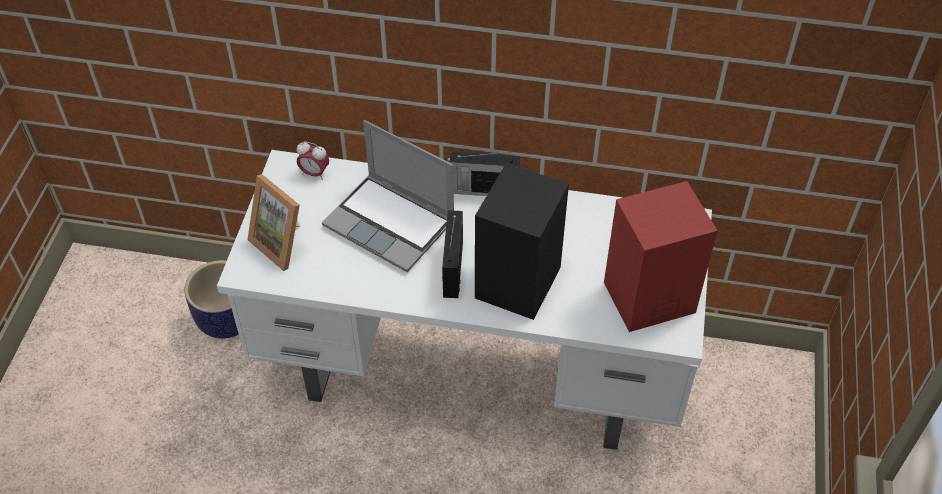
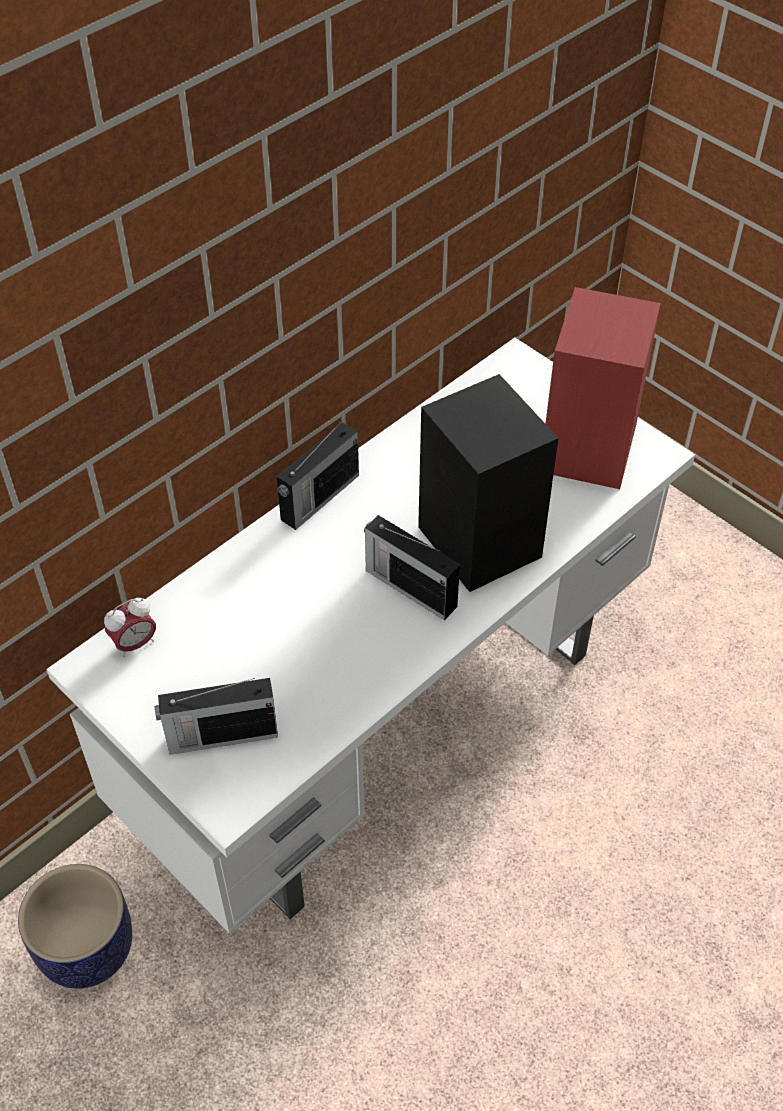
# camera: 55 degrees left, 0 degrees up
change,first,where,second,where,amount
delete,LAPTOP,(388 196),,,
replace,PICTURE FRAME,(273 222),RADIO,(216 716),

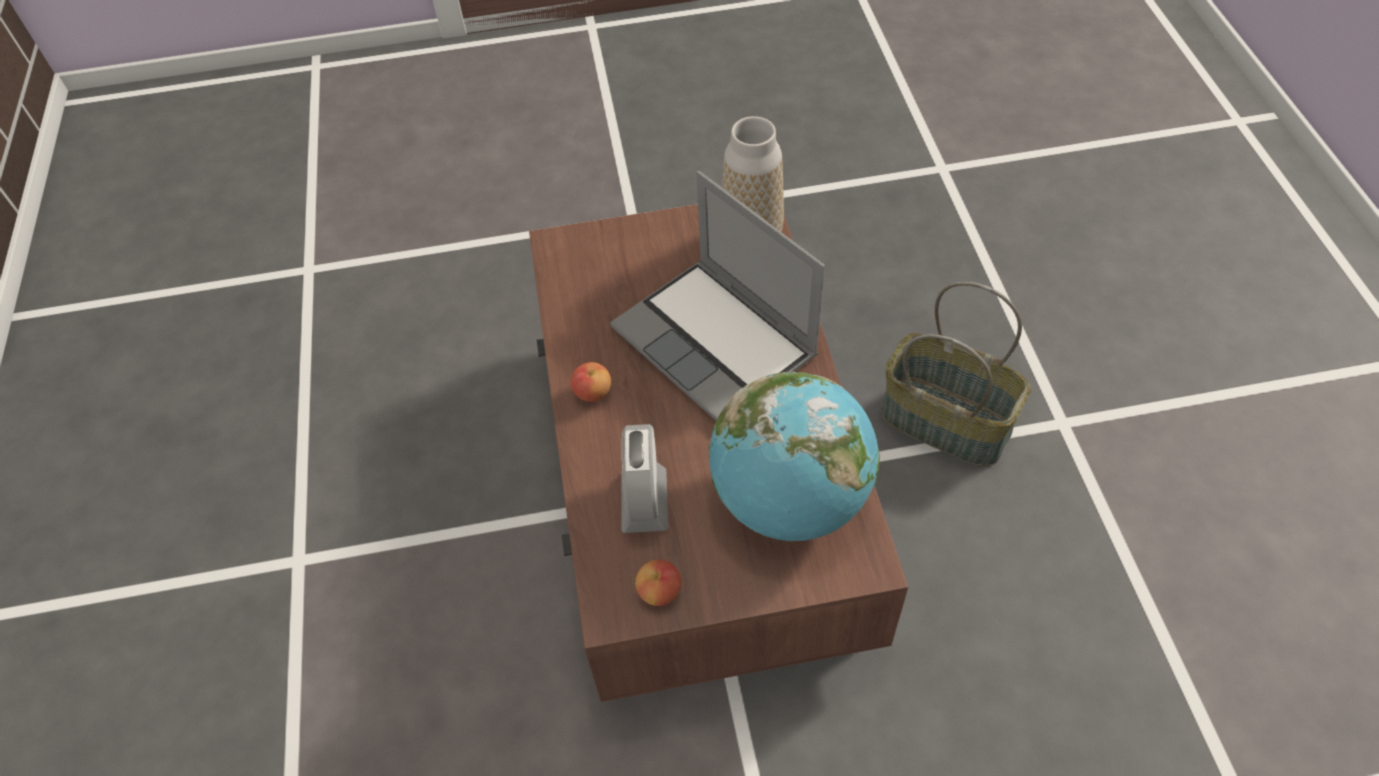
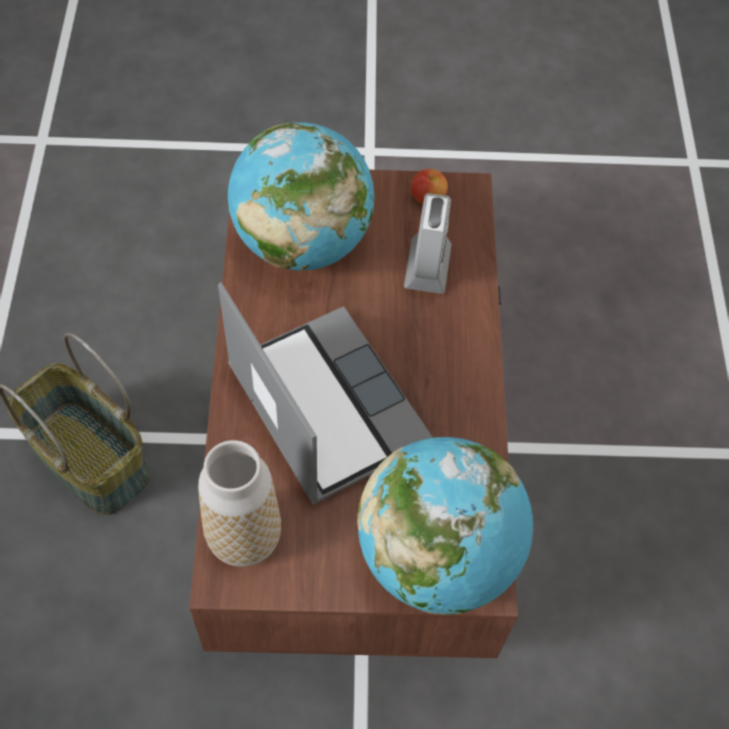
# camera: 175 degrees left, 5 degrees up
change,first,where,second,where,amount
delete,APPLE,(590 382),,,
insert,,,GLOBE,(445 526),

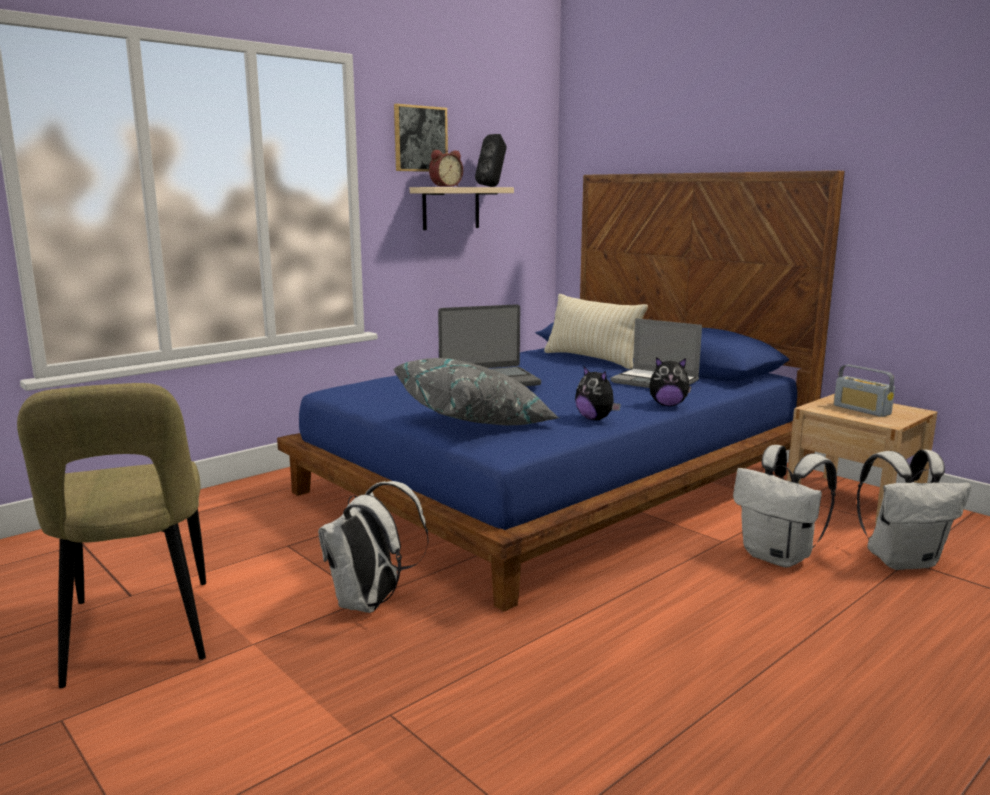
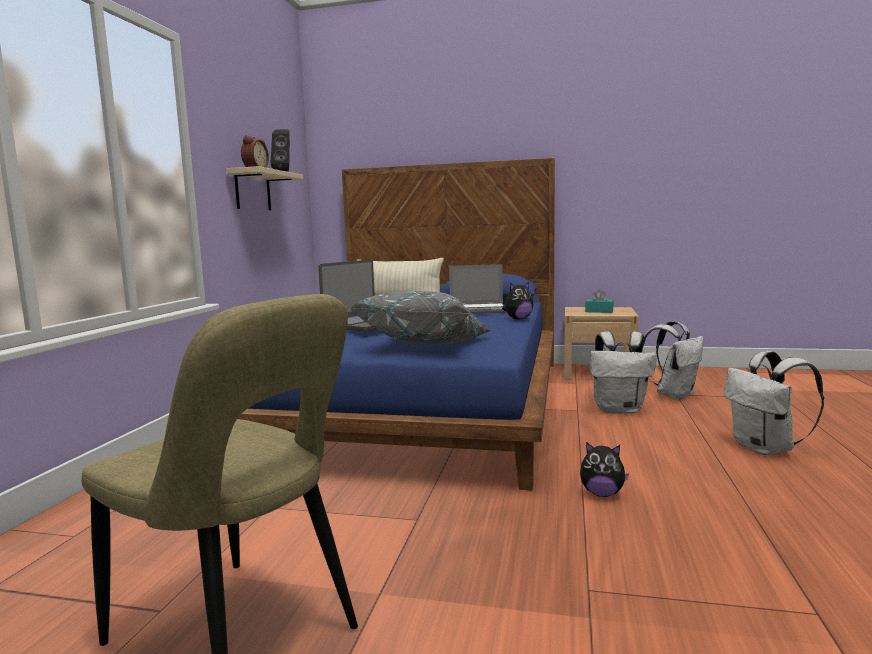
# camera: 35 degrees left, 5 degrees down
change,first,where,second,where,amount
delete,PICTURE,(421 138),,,
move,WHITE BACKPACK,(373 547),,(774 403),
move,PLUSH TOY,(598 393),,(604 469),
replace,RADIO,(864 391),TURQUOISE TISSUE BOX,(599 301),

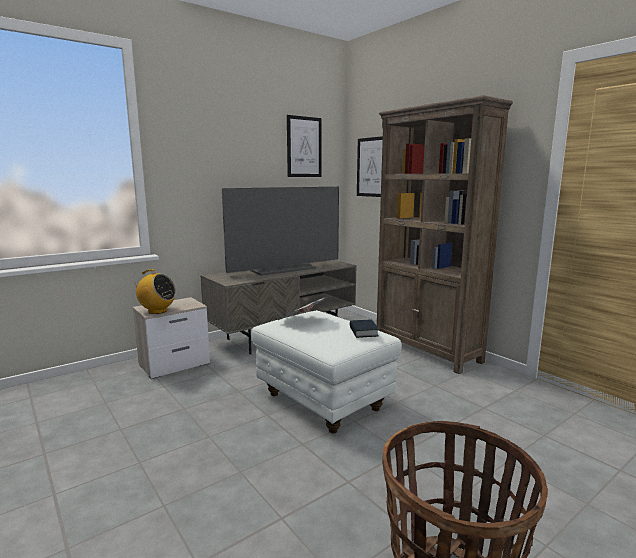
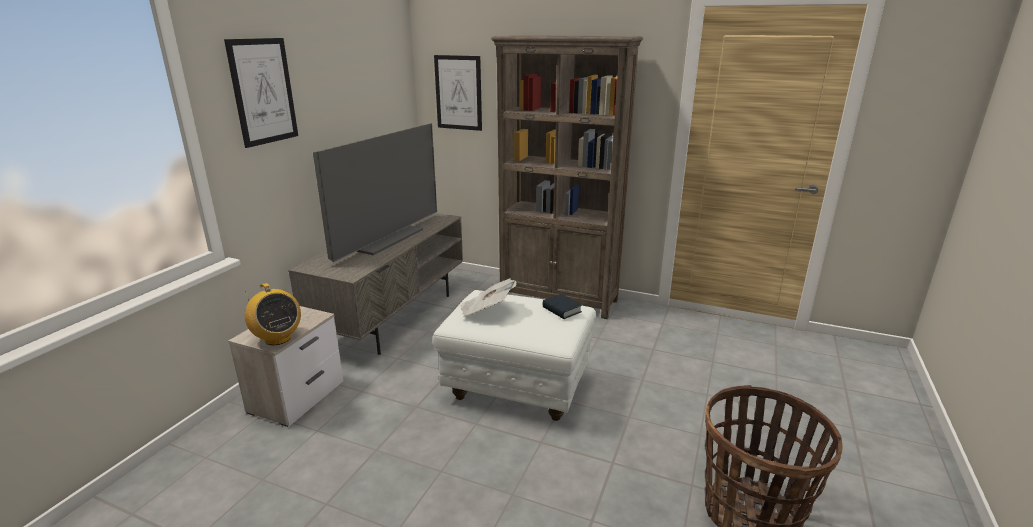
# camera: 30 degrees left, 10 degrees up
change,first,where,second,where,amount
move,PICTURE,(304 146),,(261 93),
rotate,RADIO,(153 291),,(273 314),60 degrees clockwise

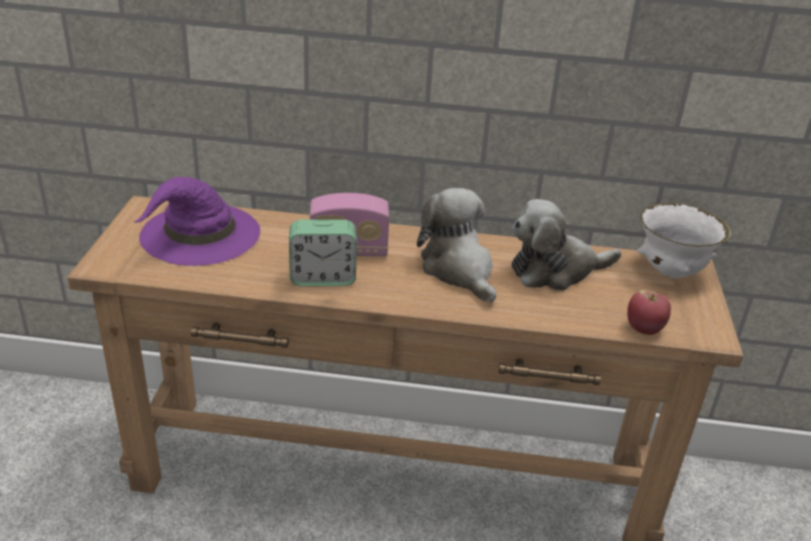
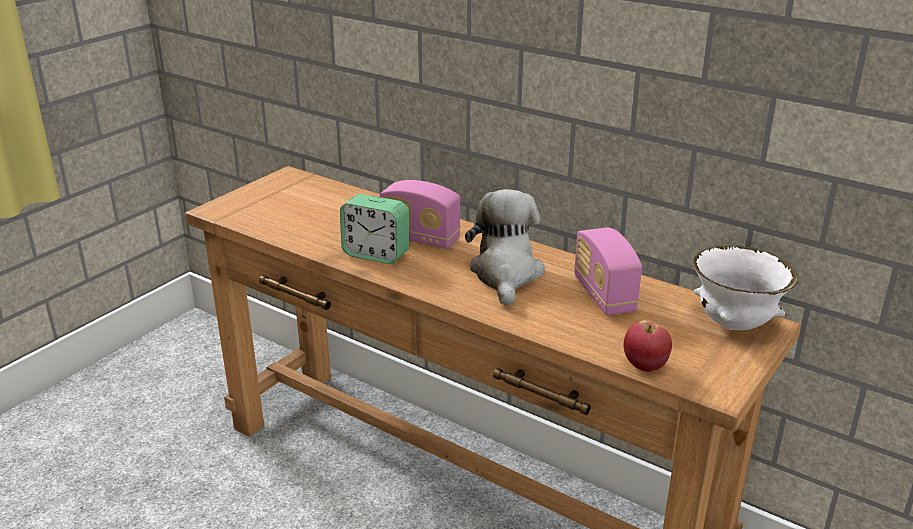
# camera: 30 degrees right, 5 degrees down
change,first,where,second,where,amount
delete,PURPLE HAT,(197 221),,,
replace,PLUSH TOY,(566 245),RADIO,(608 271),

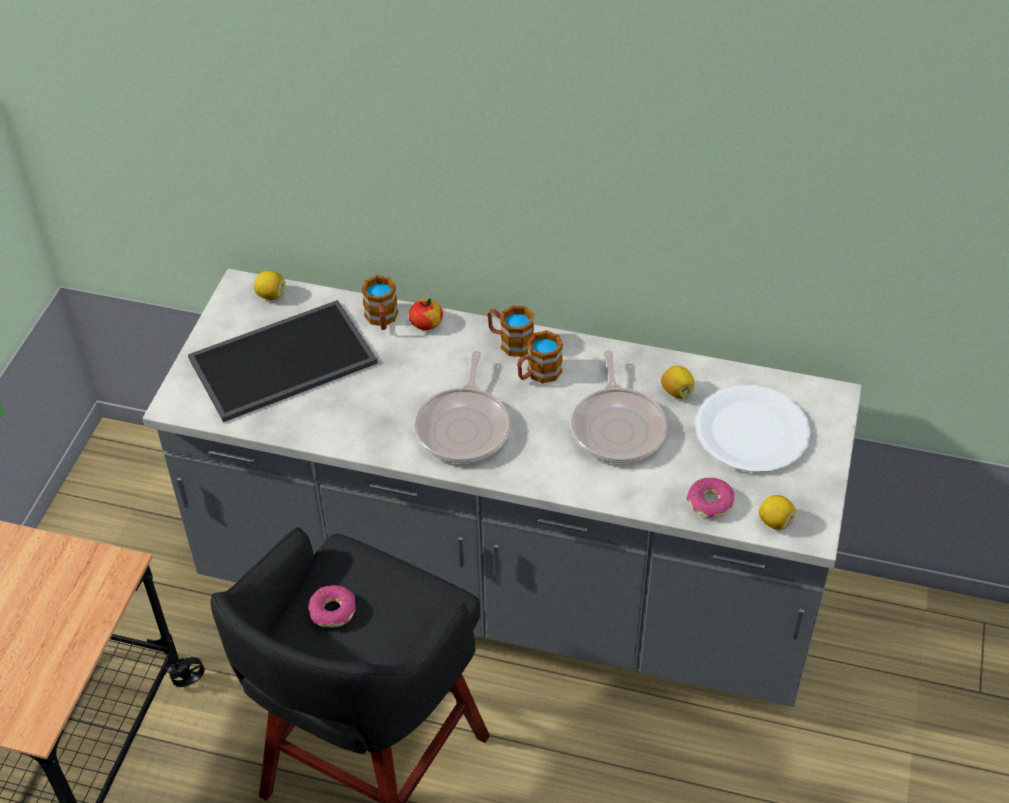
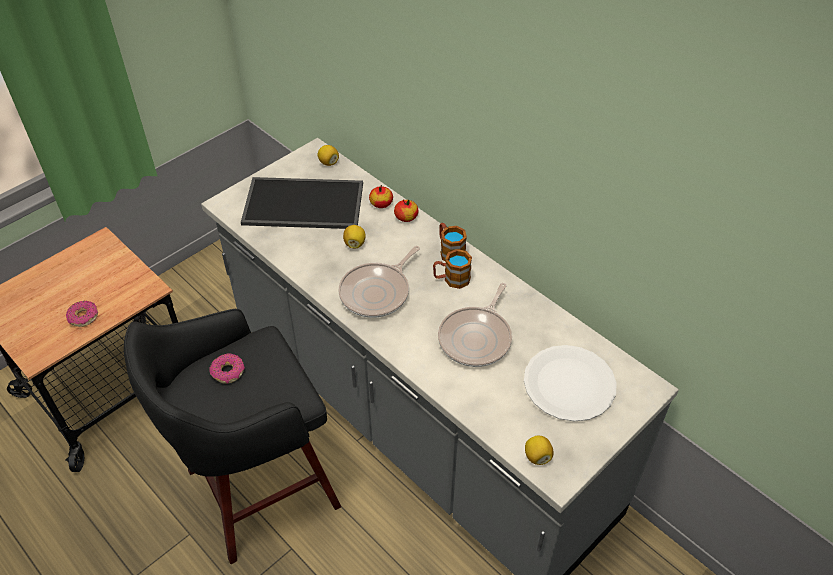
# camera: 30 degrees right, 0 degrees up
change,first,where,second,where,amount
move,LEMON,(678 382),,(354 236),
move,DONUT,(710 498),,(82 314),
replace,MUG,(380 302),APPLE,(381 196),

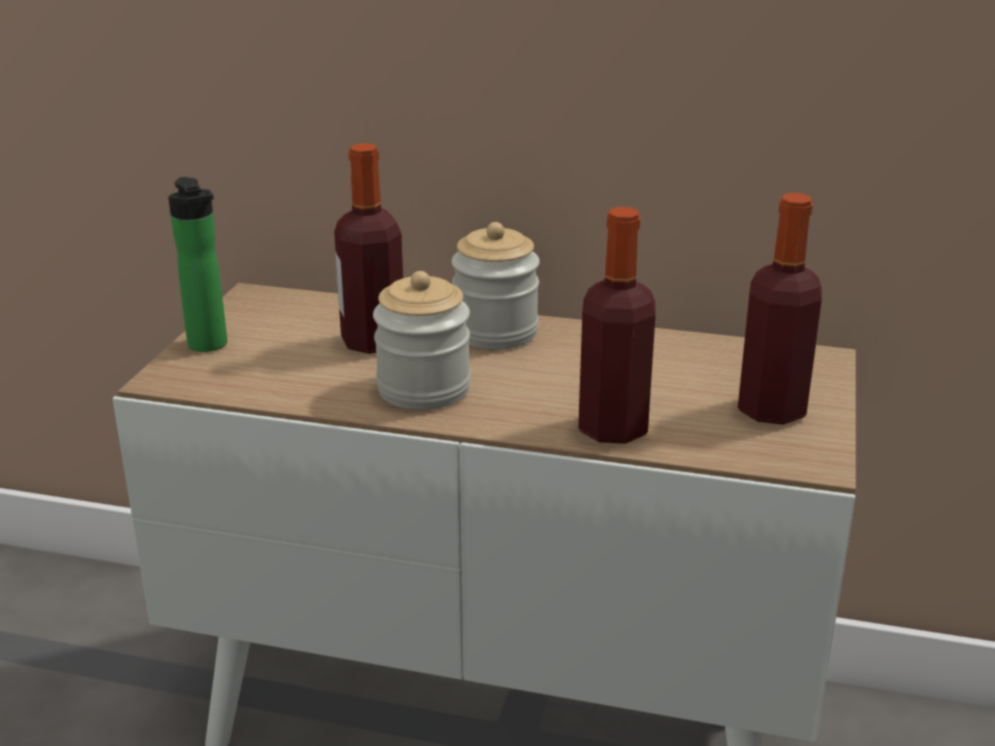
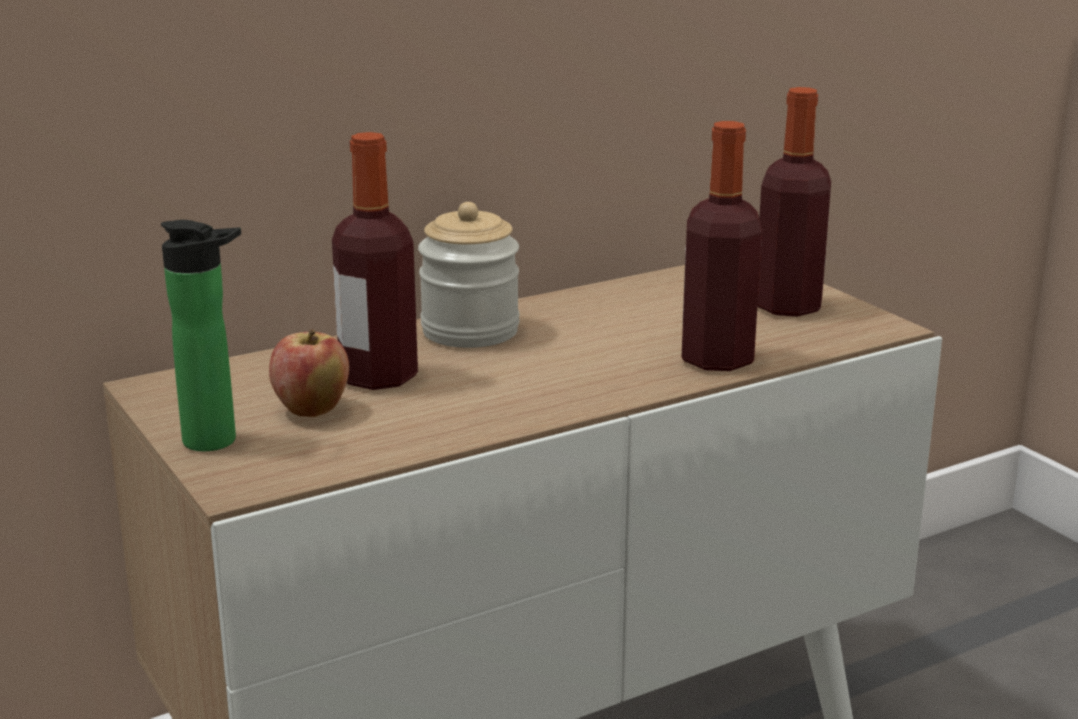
# camera: 45 degrees left, 5 degrees down
change,first,where,second,where,amount
delete,JAR,(421 340),,,
insert,,,APPLE,(309 373),

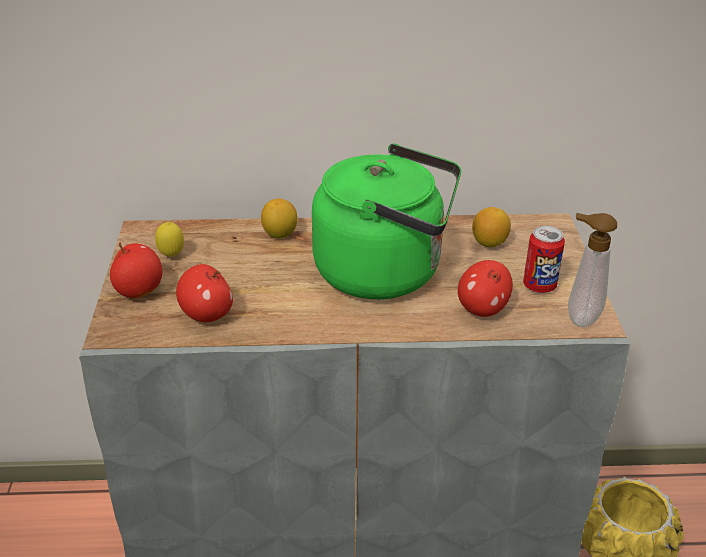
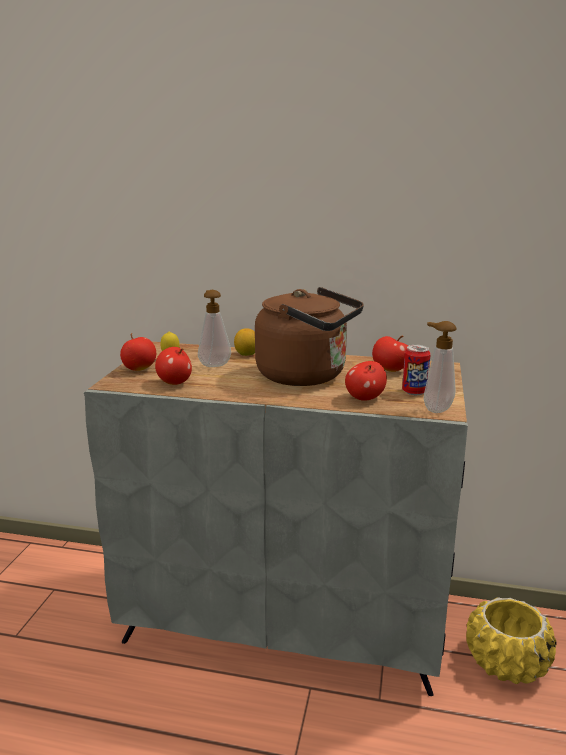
# camera: 15 degrees right, 15 degrees down
change,first,where,second,where,amount
insert,,,SOAP DISPENSER,(214 328),
replace,LEMON,(491 227),APPLE,(390 354),
recolor,GREEN KETTLE,(386 221),BROWN KETTLE,(309 336),

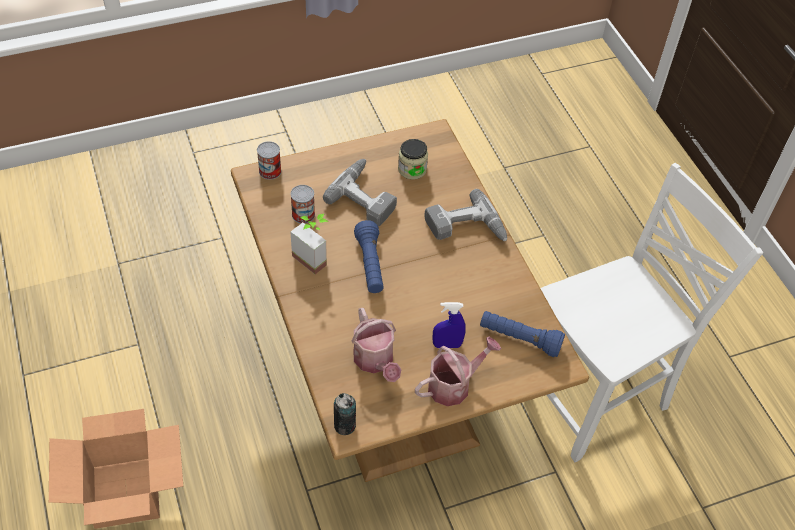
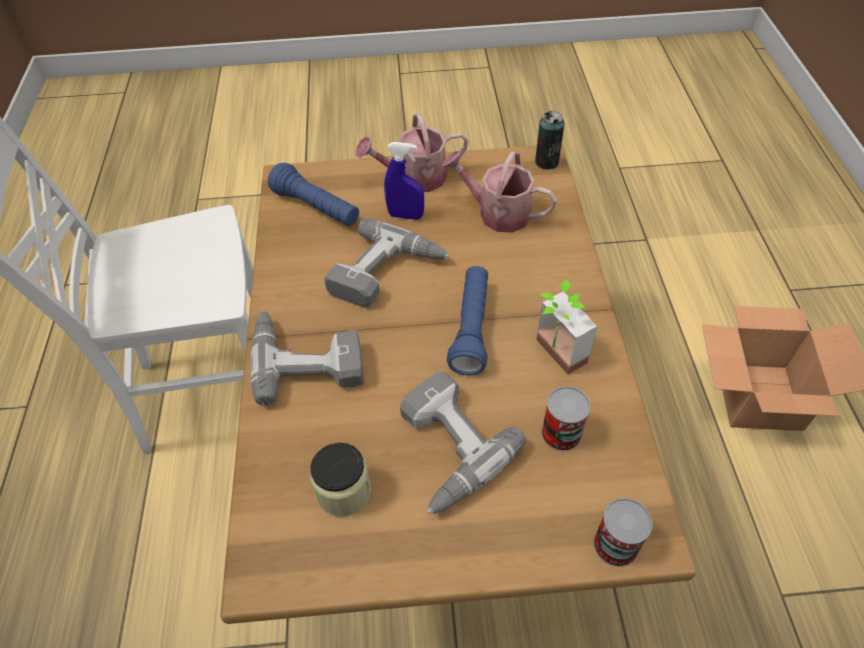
# camera: 160 degrees left, 0 degrees up
change,first,where,second,where,amount
insert,,,POWER DRILL,(386 263),
rotate,WATERING CAN,(376 345),,(499 191),60 degrees counterclockwise

